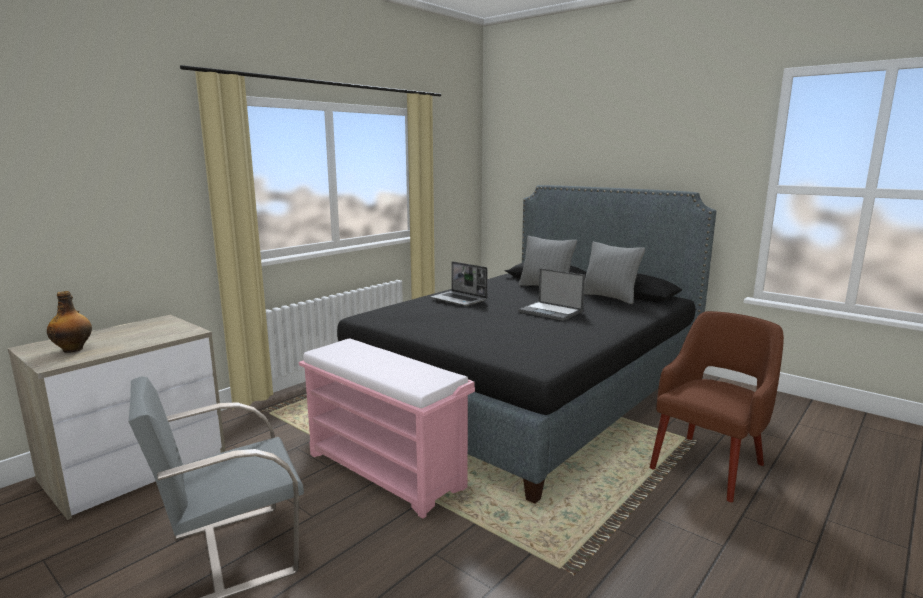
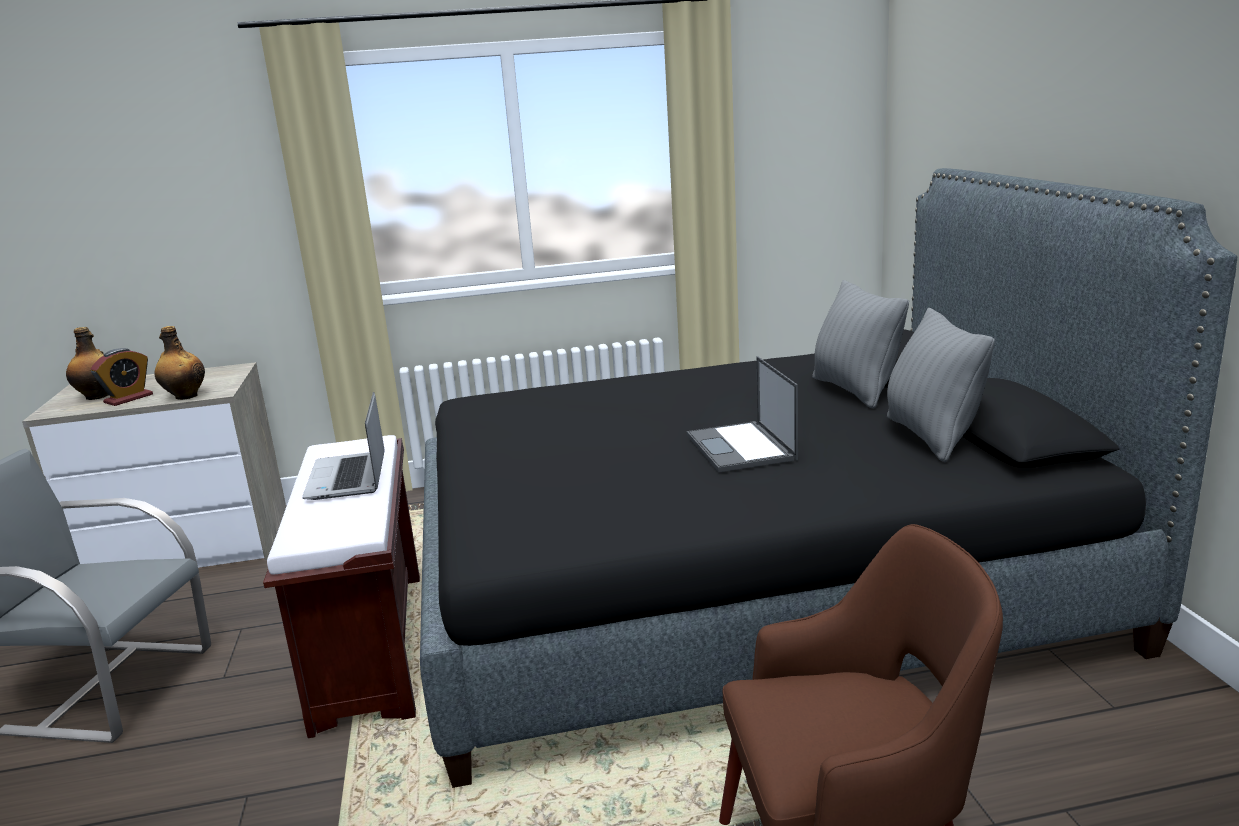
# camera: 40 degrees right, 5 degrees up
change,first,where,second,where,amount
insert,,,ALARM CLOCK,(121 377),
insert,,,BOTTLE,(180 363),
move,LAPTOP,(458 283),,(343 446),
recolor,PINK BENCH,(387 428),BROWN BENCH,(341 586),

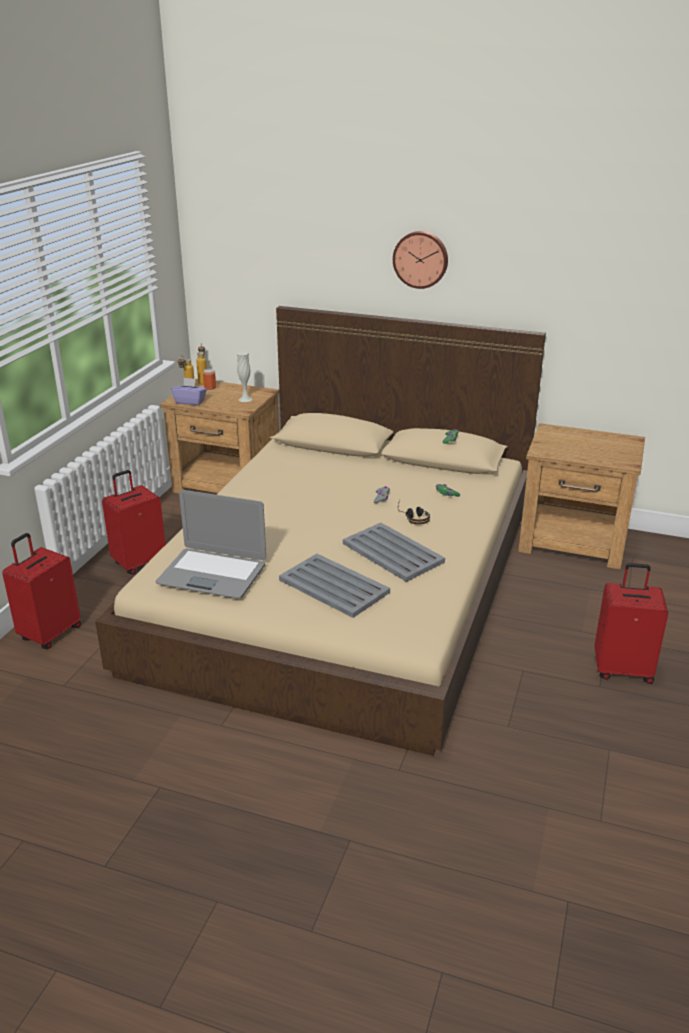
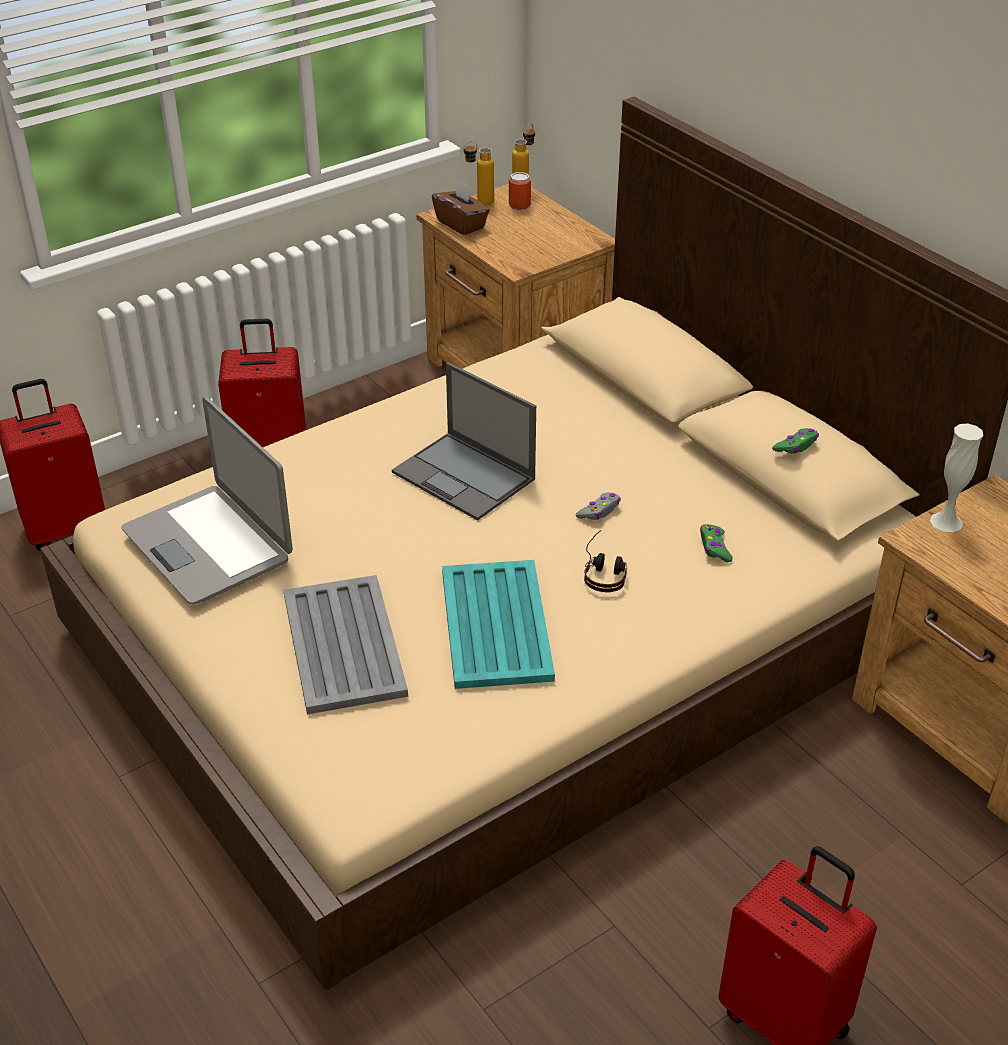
# camera: 35 degrees right, 10 degrees up
change,first,where,second,where,amount
delete,WALL CLOCK,(420 260),,,
insert,,,LAPTOP,(464 441),
move,WHITE VASE,(244 376),,(956 478),
recolor,PURPLE TISSUE BOX,(189 391),BROWN TISSUE BOX,(461 208),
recolor,GREY TRAY,(394 552),TURQUOISE TRAY,(498 624),

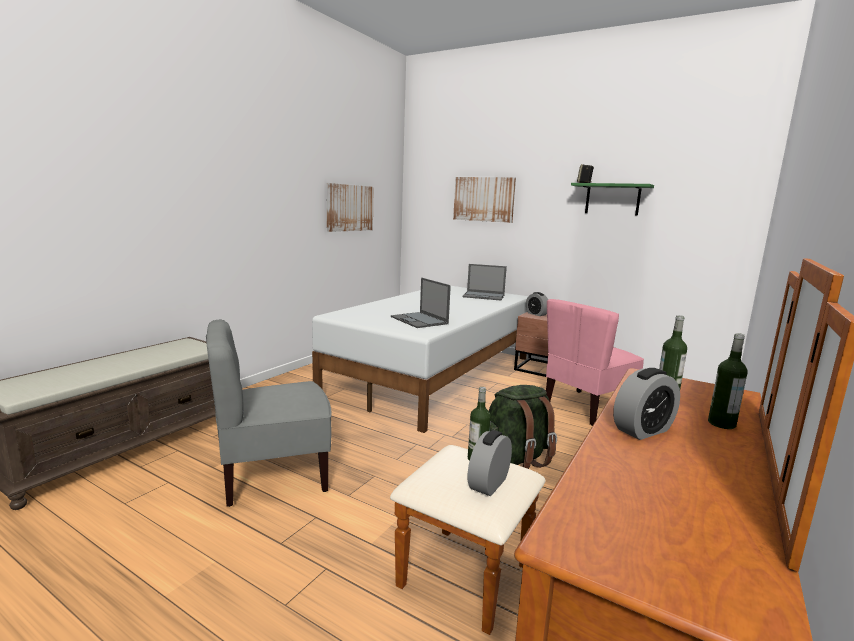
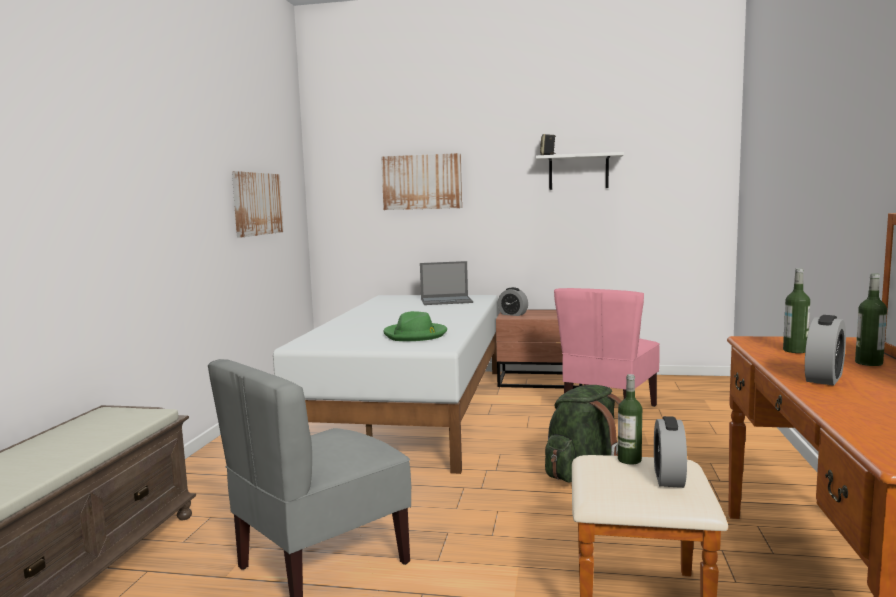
# camera: 20 degrees left, 5 degrees down
change,first,where,second,where,amount
replace,LAPTOP,(421 303),GREEN HAT,(415 326),
recolor,GREEN SHELF,(612 199),WHITE SHELF,(579 171),

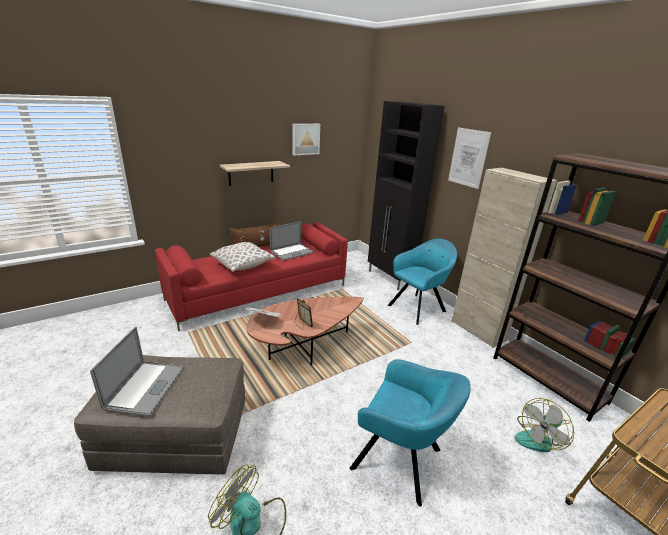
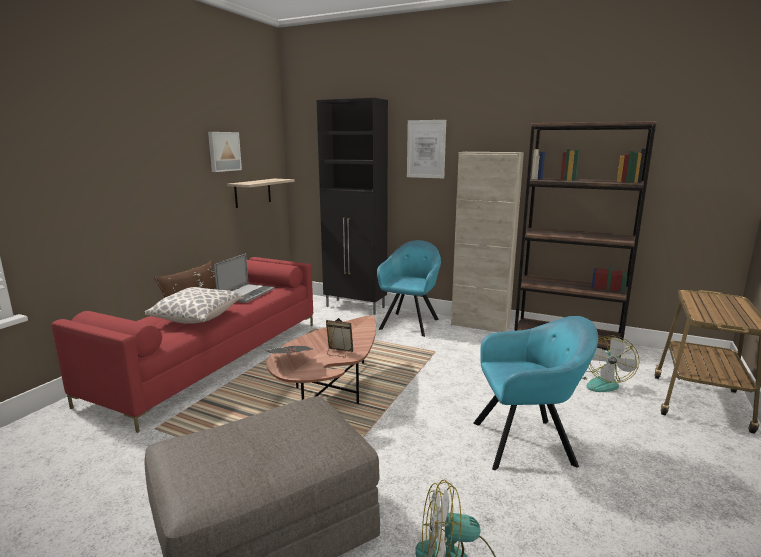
# camera: 30 degrees left, 10 degrees down
change,first,where,second,where,amount
delete,LAPTOP,(137 371),,,
move,SHELF,(255 173),,(261 193),

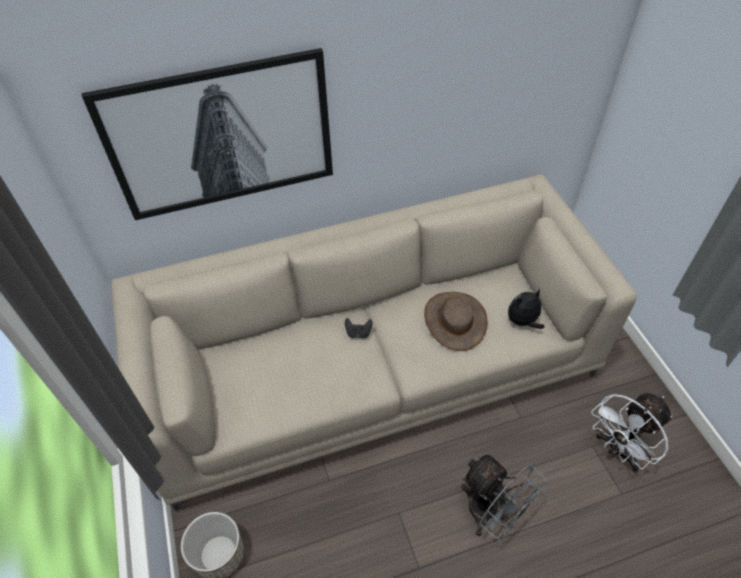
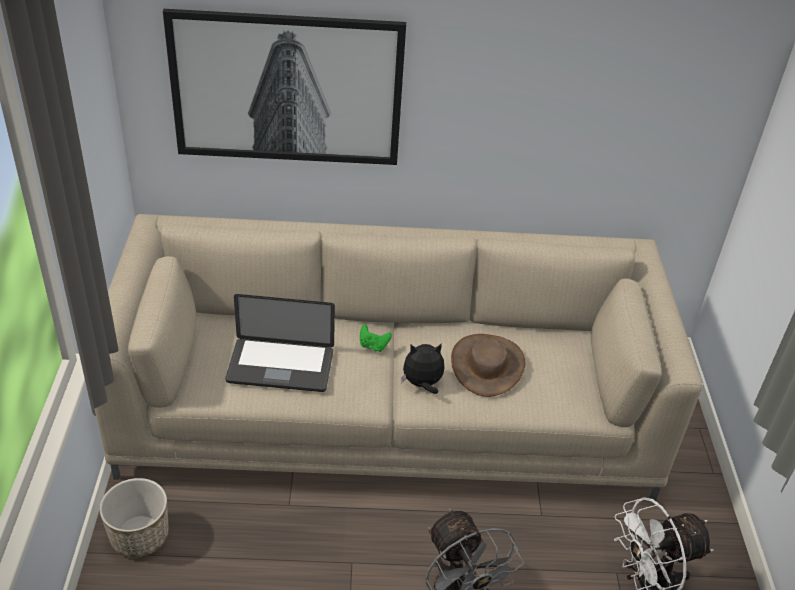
# camera: 15 degrees right, 10 degrees down
change,first,where,second,where,amount
insert,,,LAPTOP,(280 343),
move,PLUSH TOY,(526 309),,(422 368),
recolor,BLACK GAME CONTROLLER,(359 328),GREEN GAME CONTROLLER,(376 338),

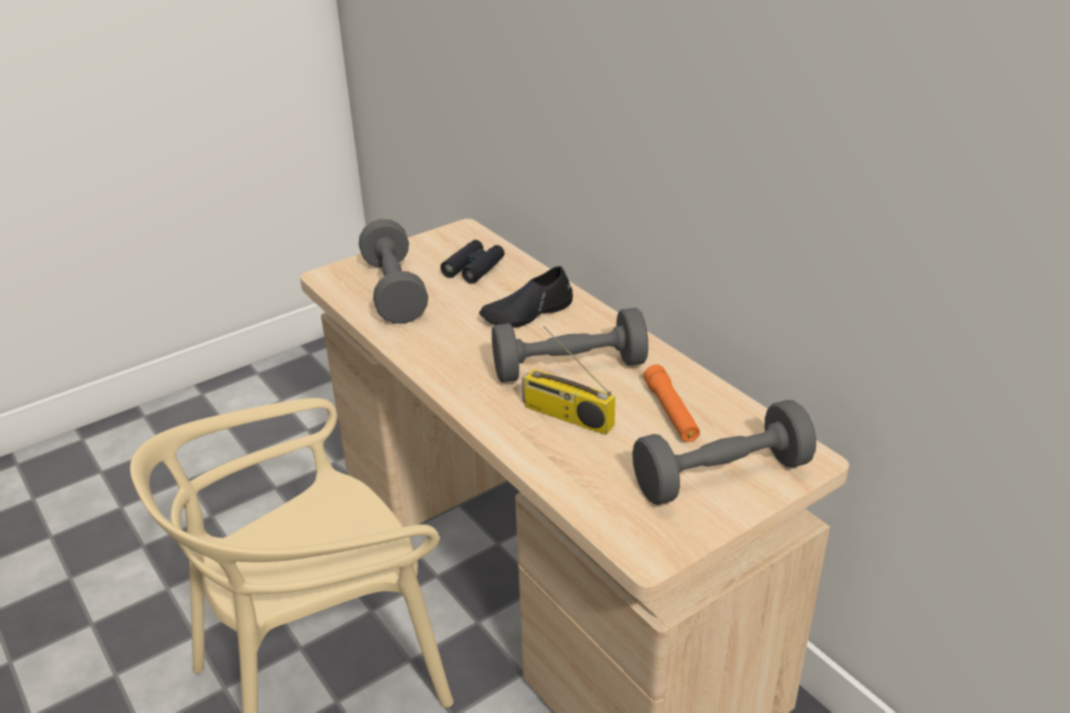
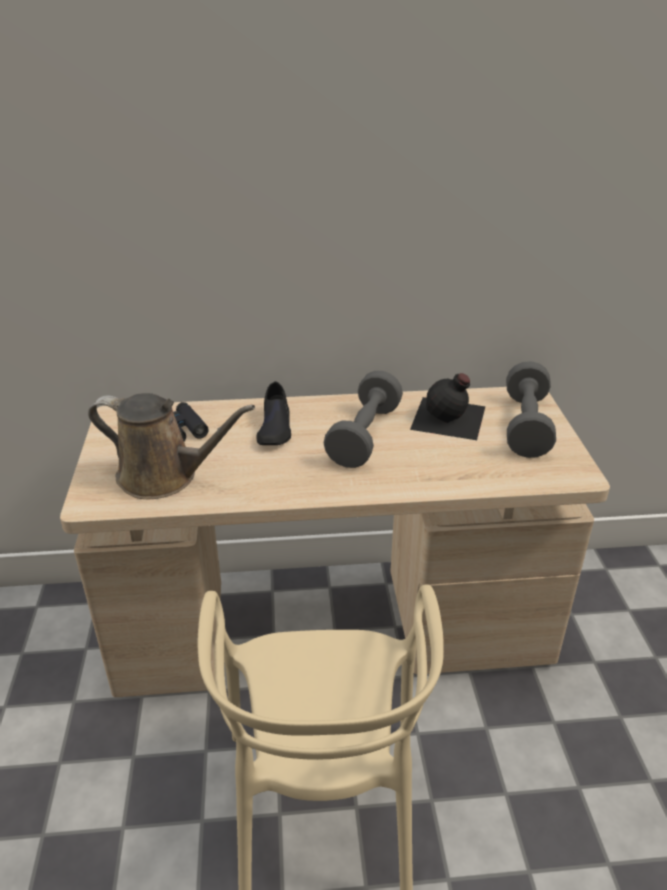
# camera: 60 degrees left, 0 degrees up
change,first,where,second,where,amount
delete,RADIO,(568 380),,,
replace,GREY DUMBBELL,(393 271),BROWN WATERING CAN,(171 446),
replace,ORANGE FLASHLIGHT,(671 403),BLACK BOTTLE,(448 406),

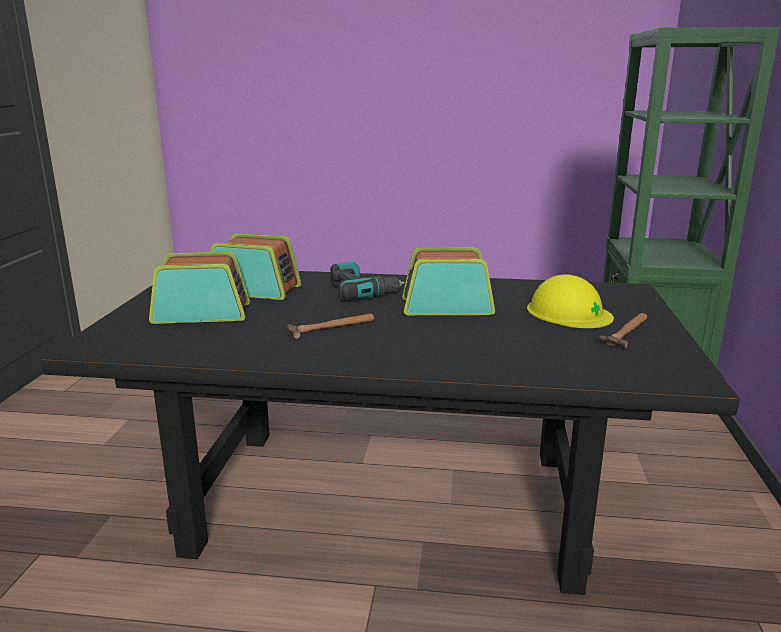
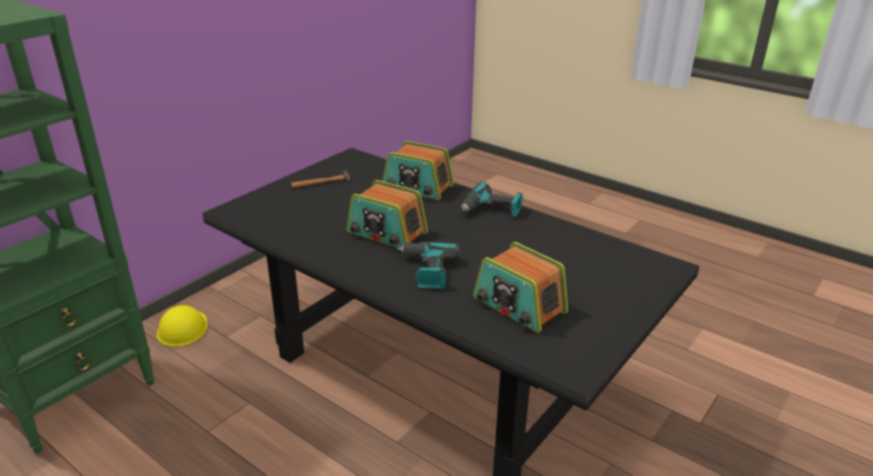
# camera: 150 degrees left, 10 degrees up
change,first,where,second,where,amount
delete,HAMMER,(330 326),,,
insert,,,POWER DRILL,(492 199),
move,RADIO,(199 288),,(418 170),
move,YELLOW HARD HAT,(570 301),,(182 326),

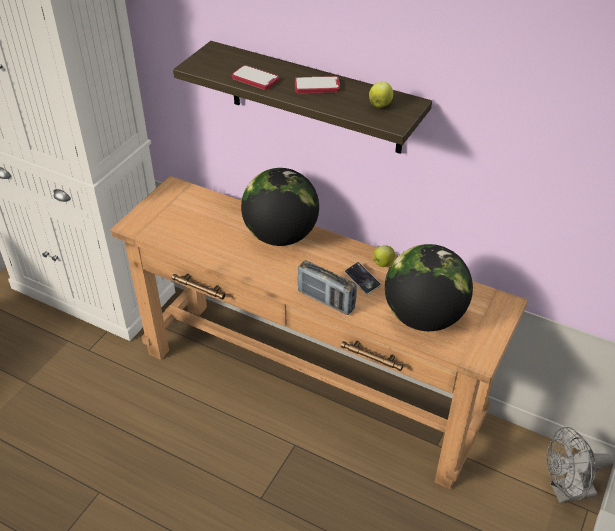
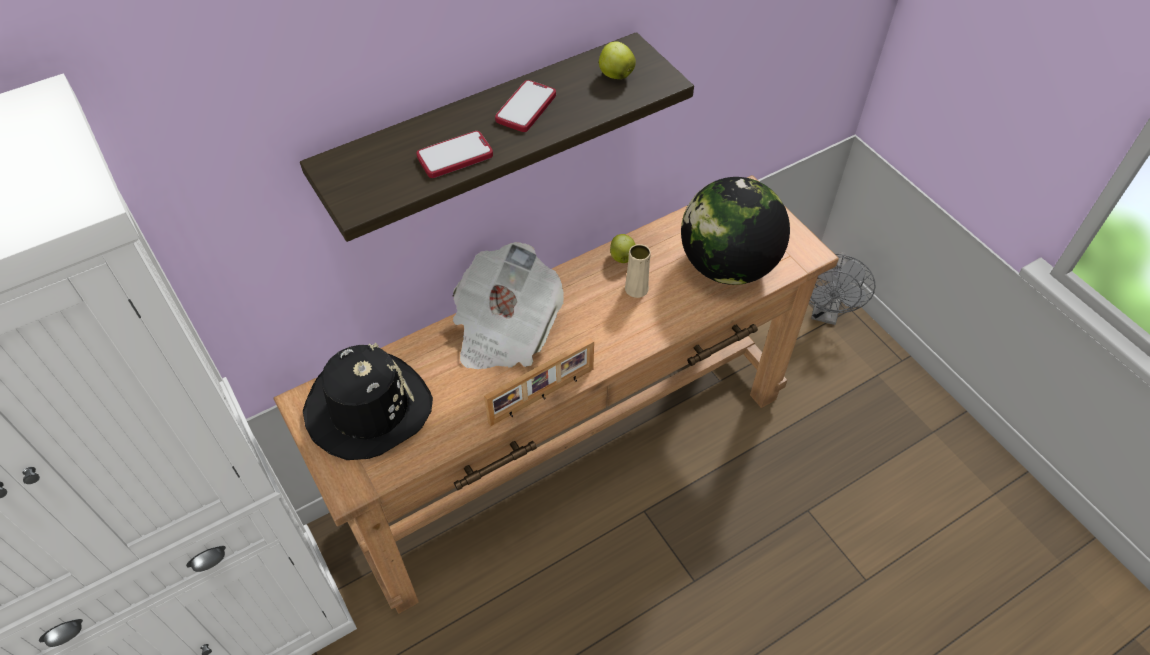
# camera: 60 degrees left, 10 degrees up
change,first,where,second,where,amount
delete,RADIO,(327 287),,,
insert,,,BLACK HAT,(368 401),
insert,,,PICTURE FRAME,(539 382),
replace,GLOBE,(280 207),NEWSPAPER,(508 305),
replace,PHONE,(362 278),BEIGE VASE,(638 271),

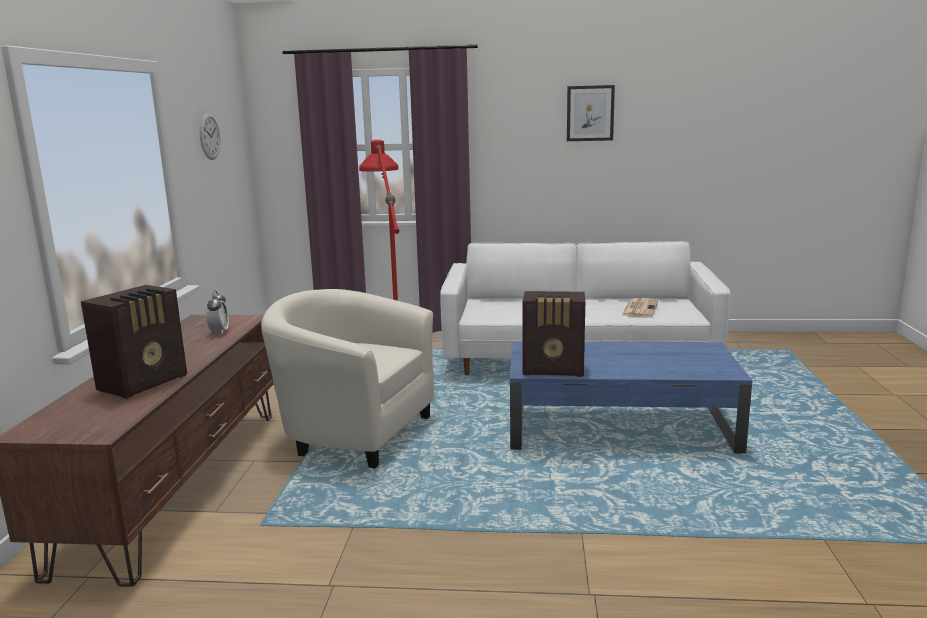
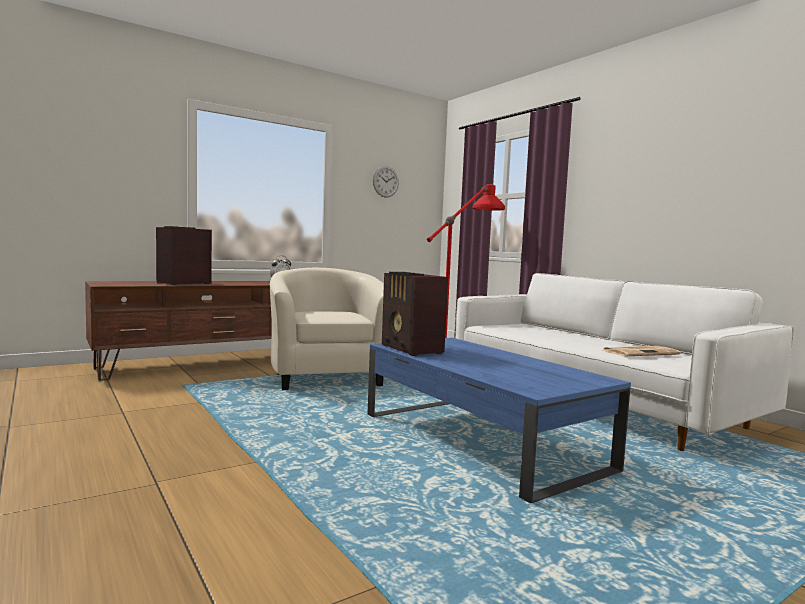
# camera: 50 degrees right, 10 degrees down
change,first,where,second,where,amount
delete,PICTURE,(591 113),,,
rotate,RADIO,(134 342),,(184 255),135 degrees clockwise

